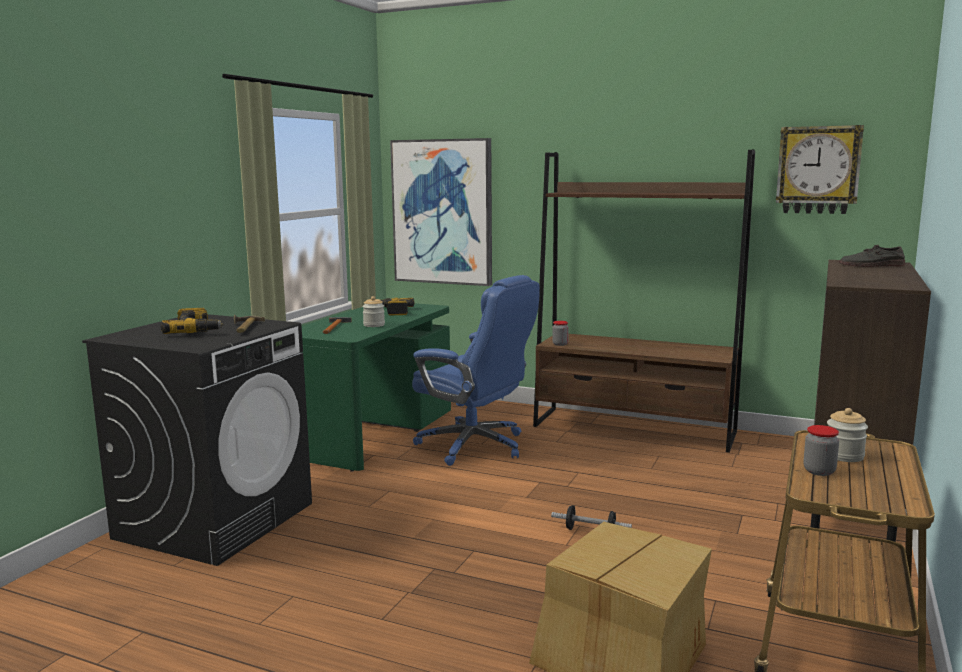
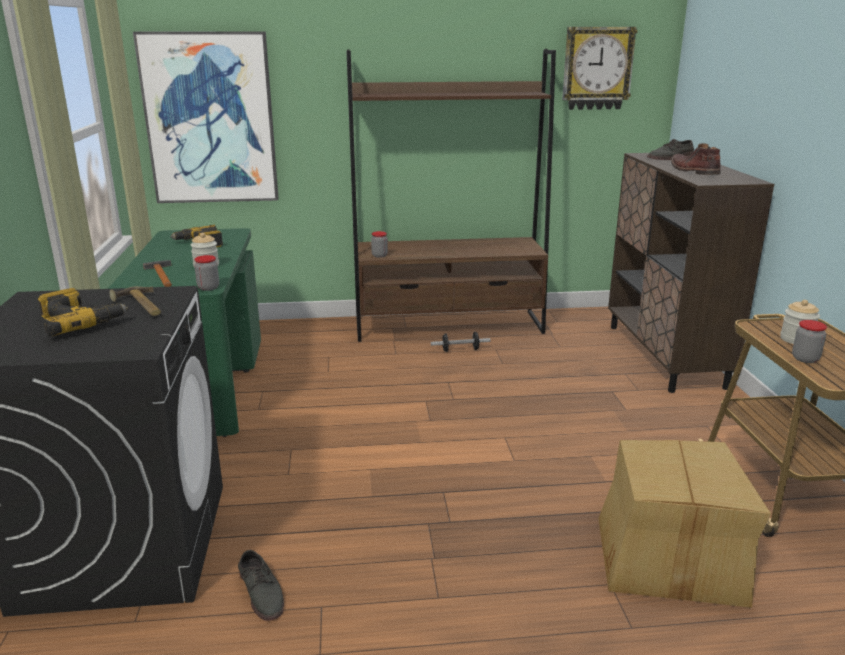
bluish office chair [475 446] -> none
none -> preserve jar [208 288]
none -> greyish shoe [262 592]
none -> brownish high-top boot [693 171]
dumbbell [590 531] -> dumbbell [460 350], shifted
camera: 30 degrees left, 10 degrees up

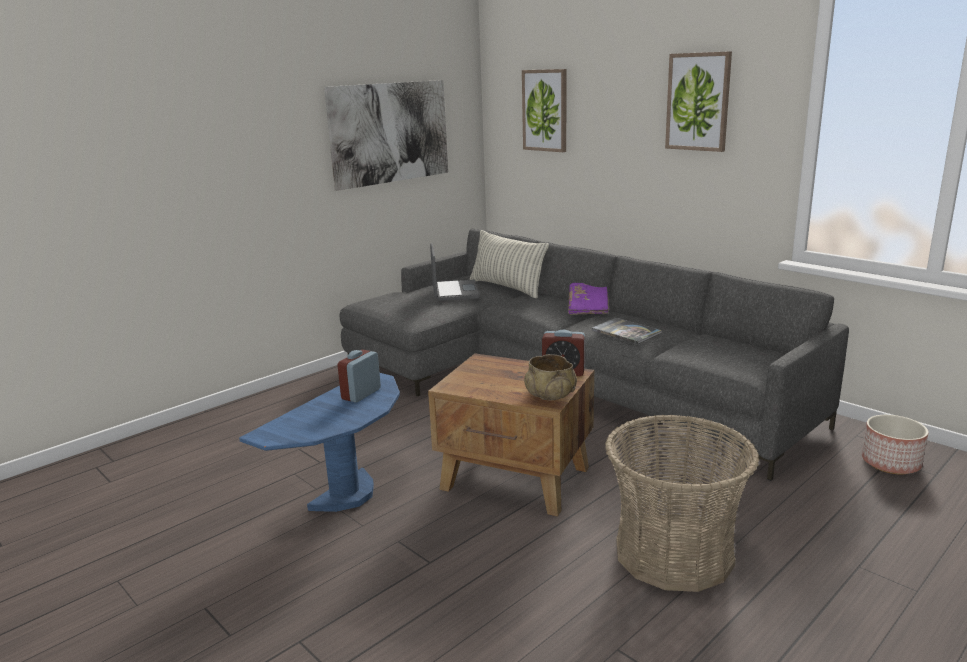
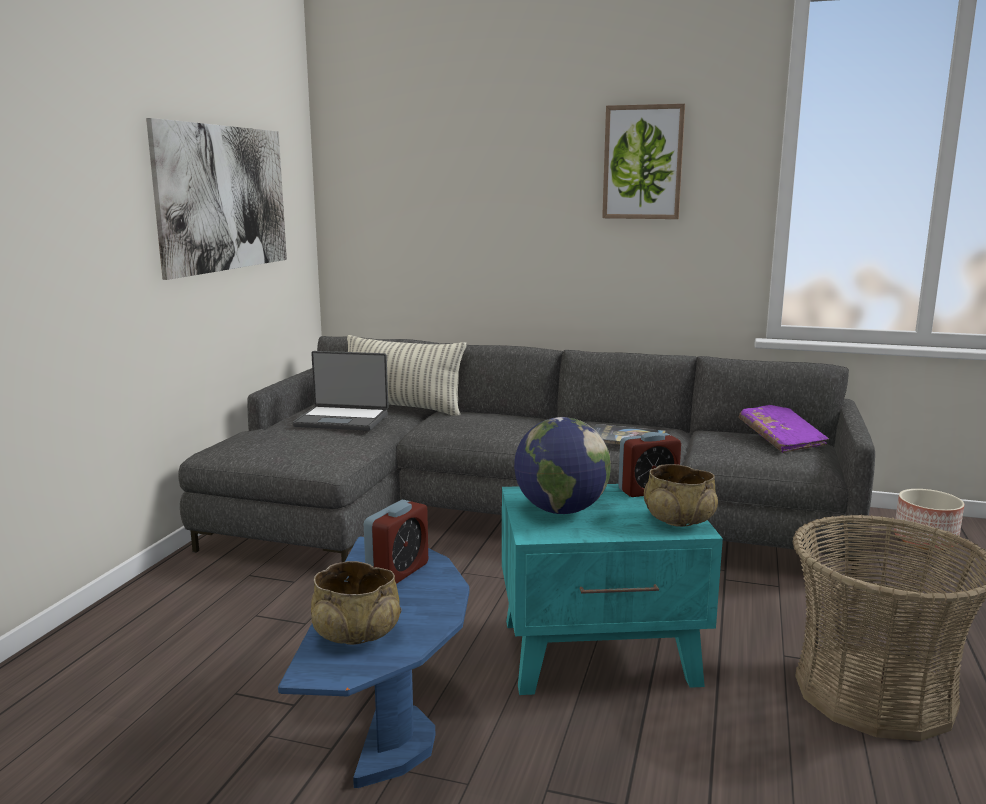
picture [545 110] -> none
none -> beige deep dish [355 633]
none -> world globe [561 510]
purple volume [588 307] -> purple volume [781 440], shifted
brownish side table [516 479] -> blue-green side table [601 652]
alarm clock [361 394] -> alarm clock [397 572], 150 degrees counterclockwise
laptop [454 292] -> laptop [342 420], 135 degrees clockwise
camera: 30 degrees left, 5 degrees down

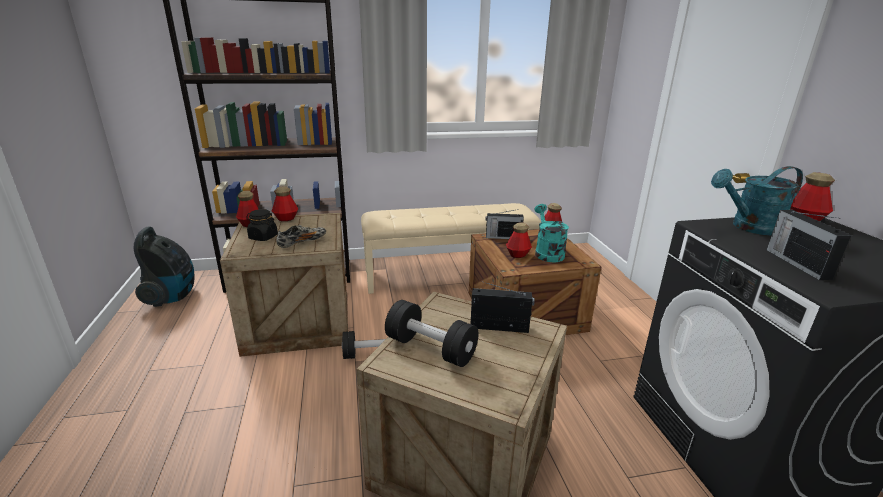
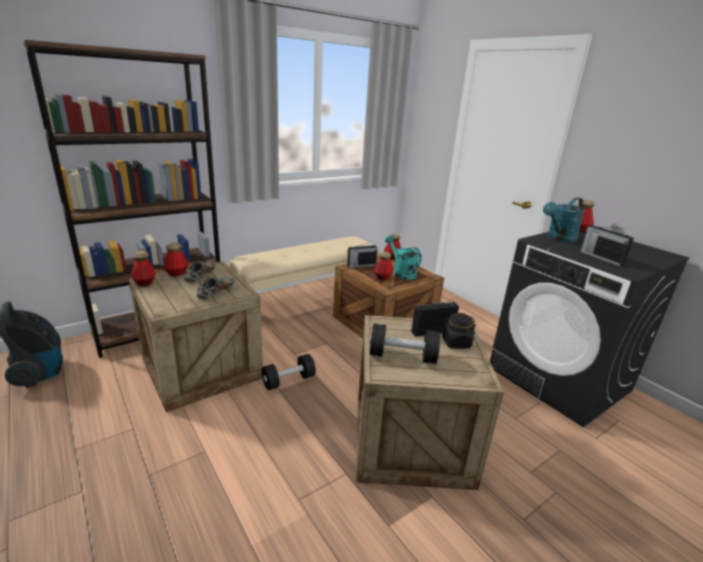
none -> shoe [200 276]
black-coloured preserve jar [263 237] -> black-coloured preserve jar [456 343], shifted
camera: 25 degrees left, 0 degrees up

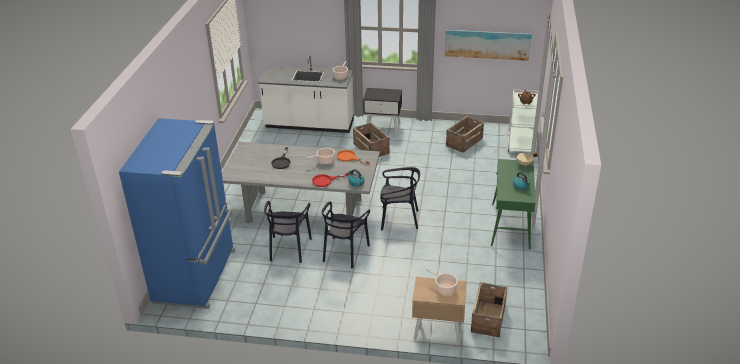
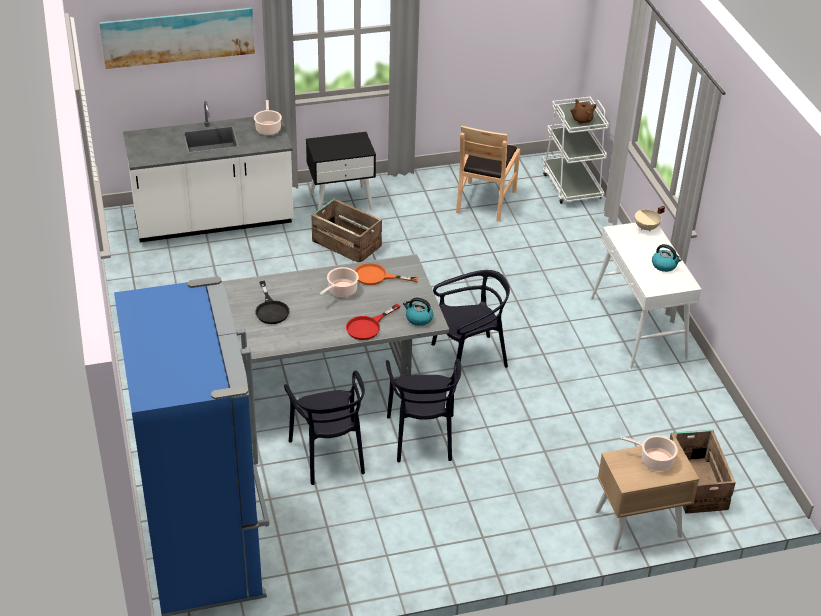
picture [487 44] -> picture [178 36], shifted
crate [463 142] -> brownish chair [485 201]
greenish hall table [510 226] -> whitish hall table [638 328]
camera: 25 degrees left, 5 degrees up

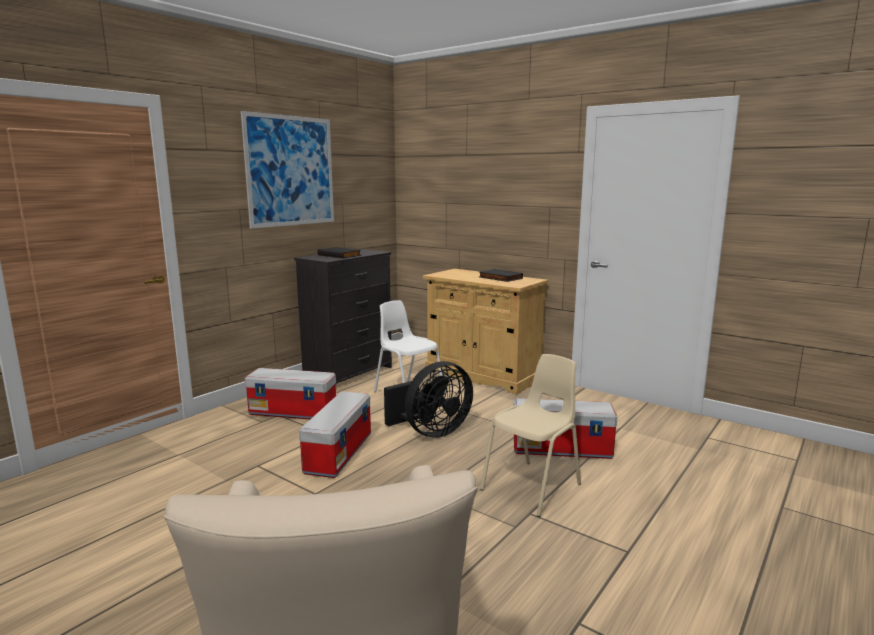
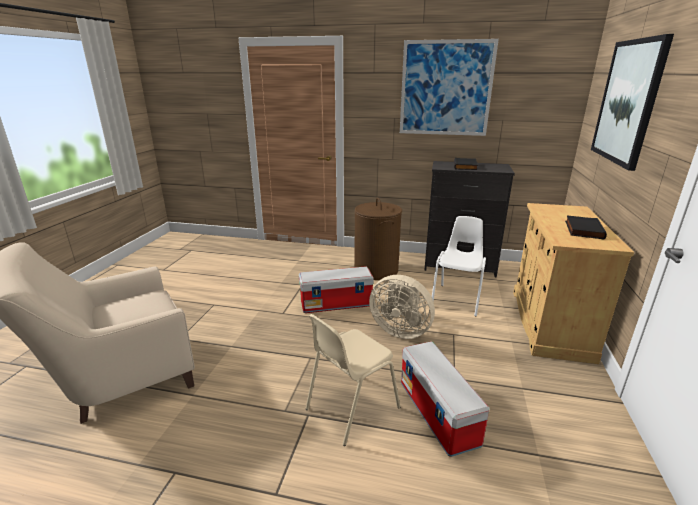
none -> picture [627 102]
storage bin [294 412] -> brownish laundry basket [376 270]
black-coloured electric fan [431 432] -> beige electric fan [400 330]
beige chair [533 487] -> beige chair [351 408], 120 degrees clockwise
camera: 65 degrees right, 10 degrees up

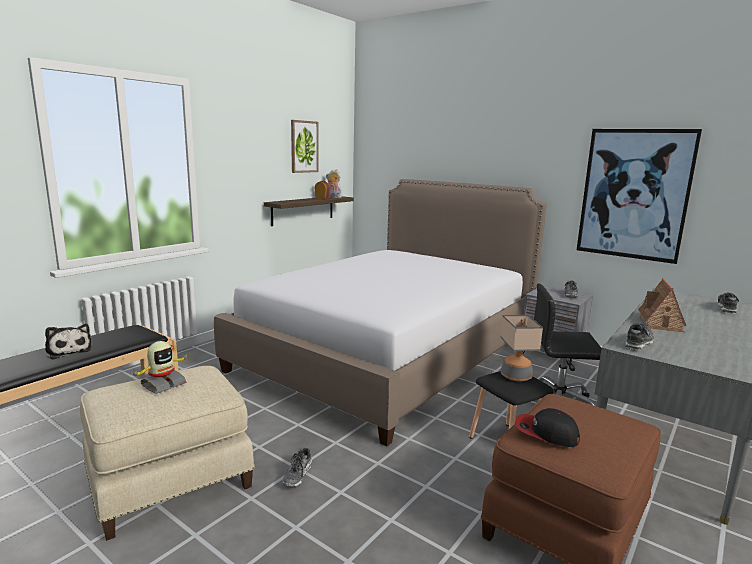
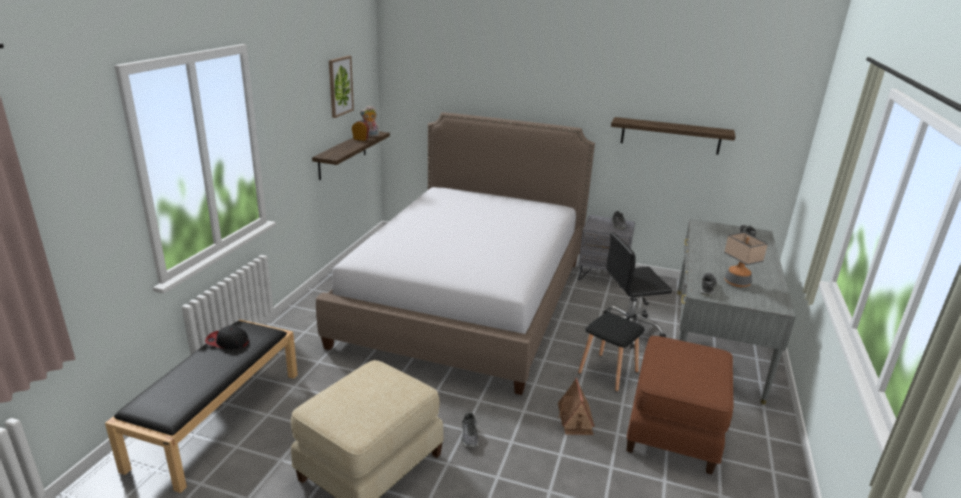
cuddly toy [68 351] -> none
robot figure [163 384] -> none
tabletop lamp [516 376] -> tabletop lamp [737 283], shifted
cap [546 432] -> cap [227 341], shifted
model house [661 322] -> model house [575 420], shifted
picture [634 194] -> bracket shelf [670 136]
camera: 20 degrees left, 10 degrees up

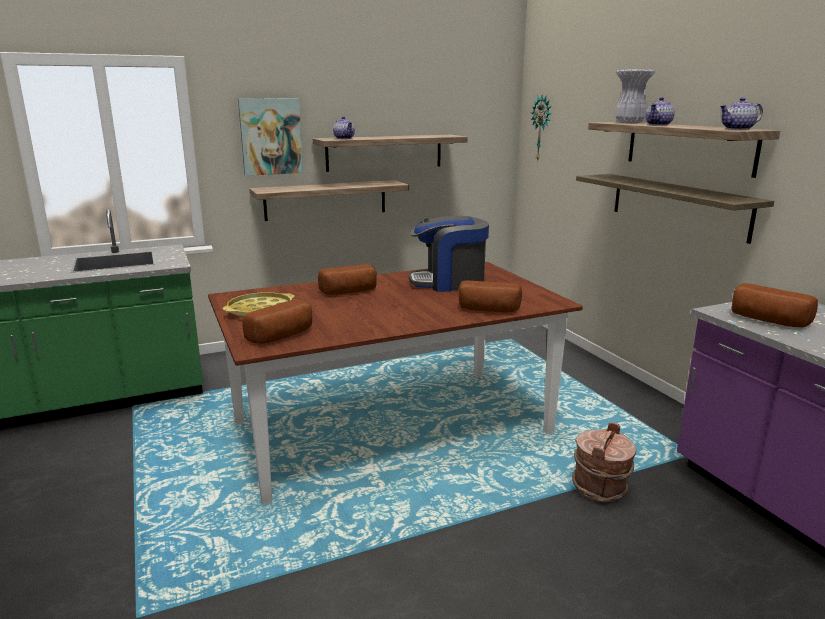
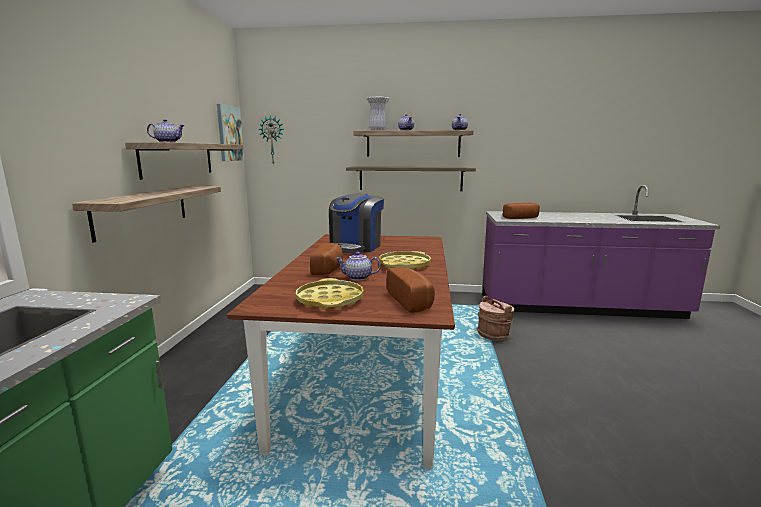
baked bread [488 310] -> none
none -> teapot [357 278]
none -> yellow-coloured tray [404 265]
picture [271 136] -> picture [229 133], shifted
camera: 60 degrees left, 5 degrees down

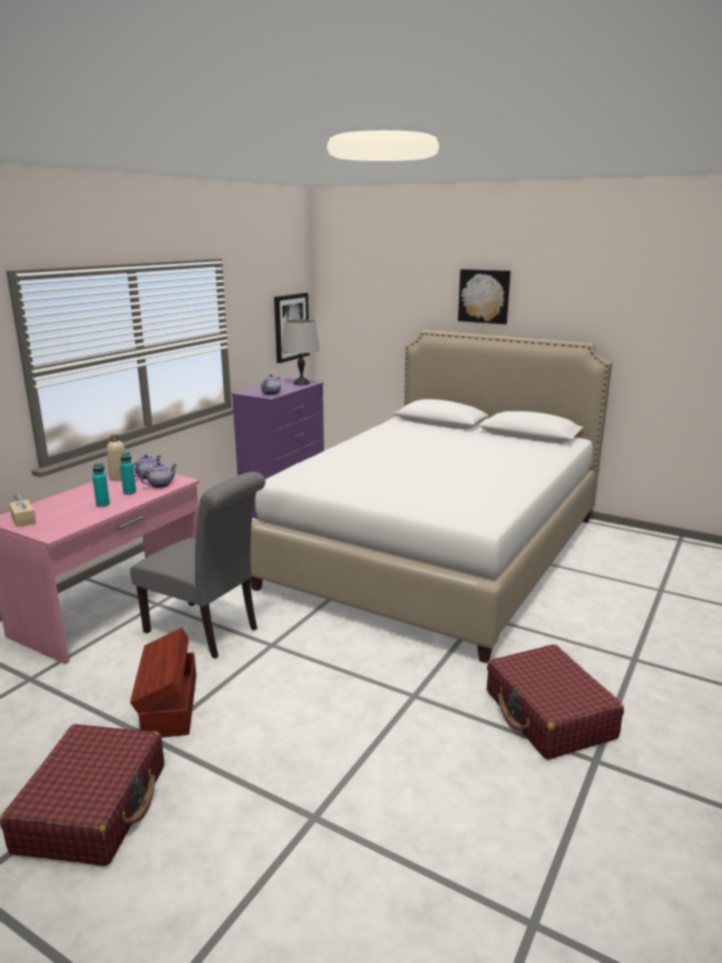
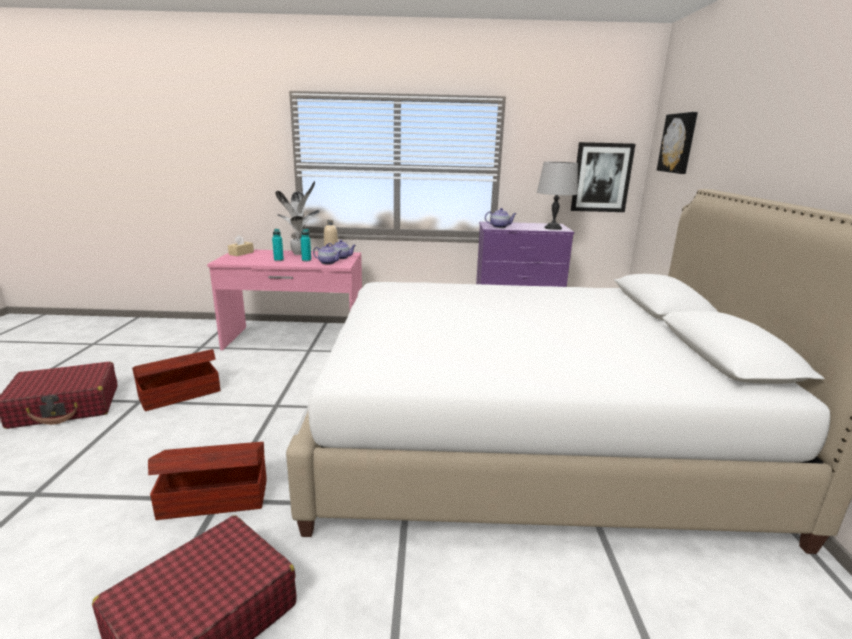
greyish chair [207 631] -> none
none -> brownish storage bin [213 497]
none -> plant in a pot [300 254]
picture [484 296] -> picture [678 143], shifted
camera: 60 degrees right, 0 degrees up

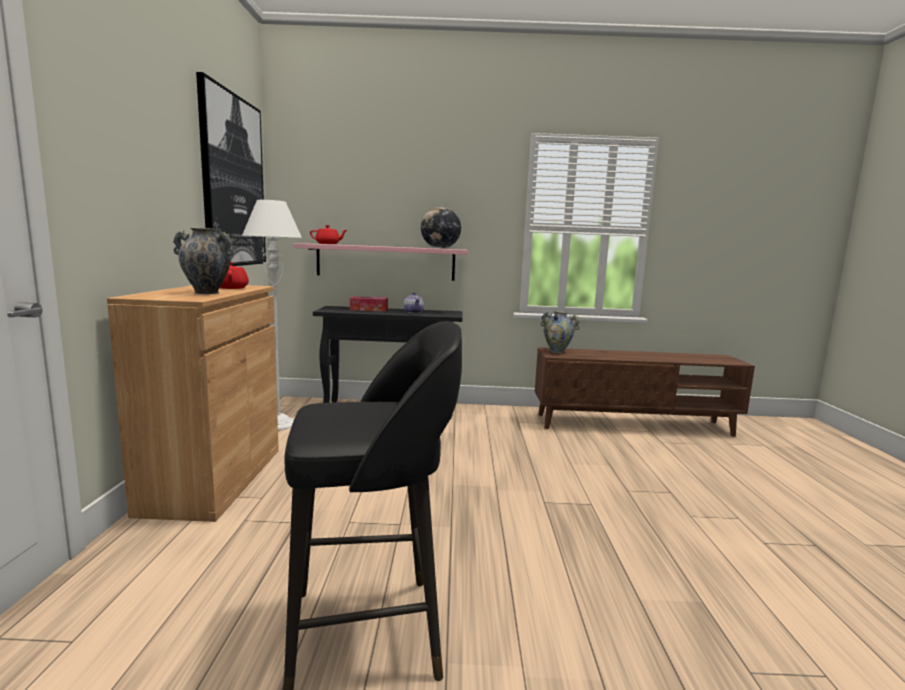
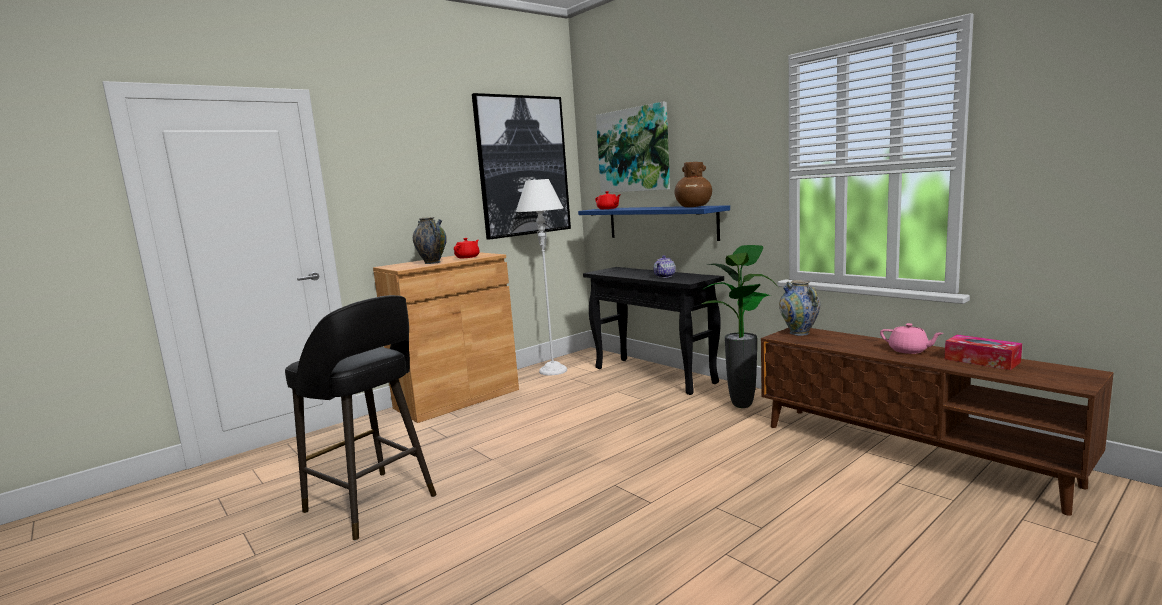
none -> picture [633 150]
none -> plant in a pot [743 406]
none -> pink teapot [909 350]
box of tissues [369 309] -> box of tissues [981 360], shifted
world globe [440 248] -> brownish decorative vase [693 207]
pink bracket shelf [385 262] -> bluish bracket shelf [660 223]
camera: 50 degrees right, 0 degrees up

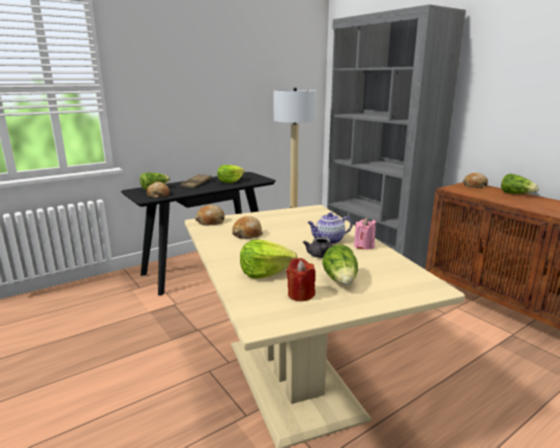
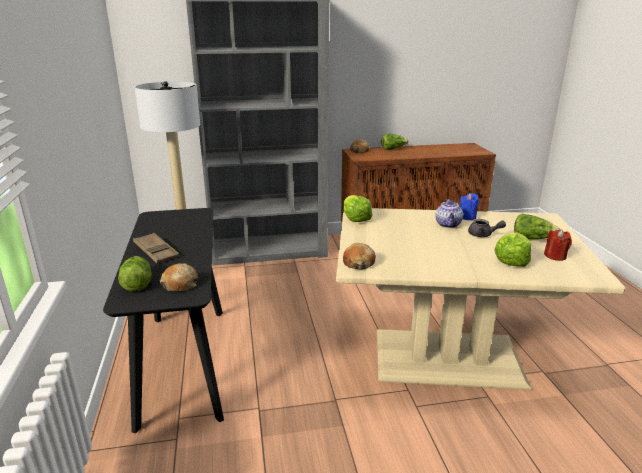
baked bread [248 234] -> none
lettuce [230 181] -> lettuce [355 218], shifted
pink wax light [364 246] -> bluish wax light [467 217]
camera: 65 degrees left, 5 degrees up

